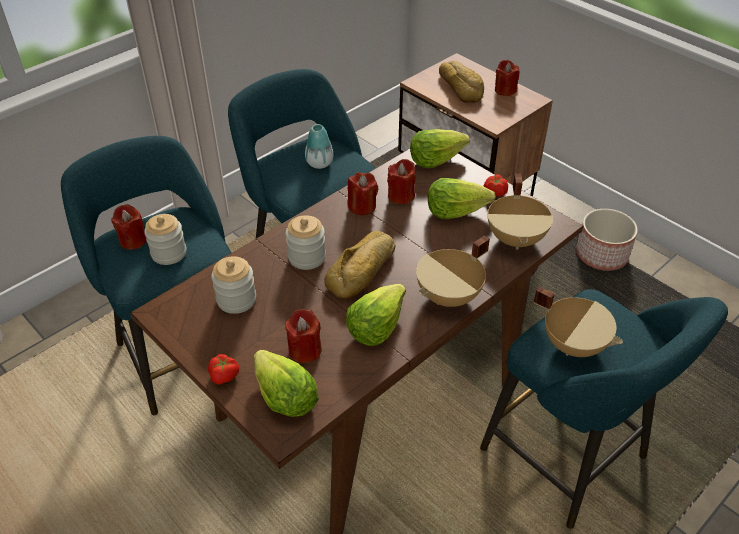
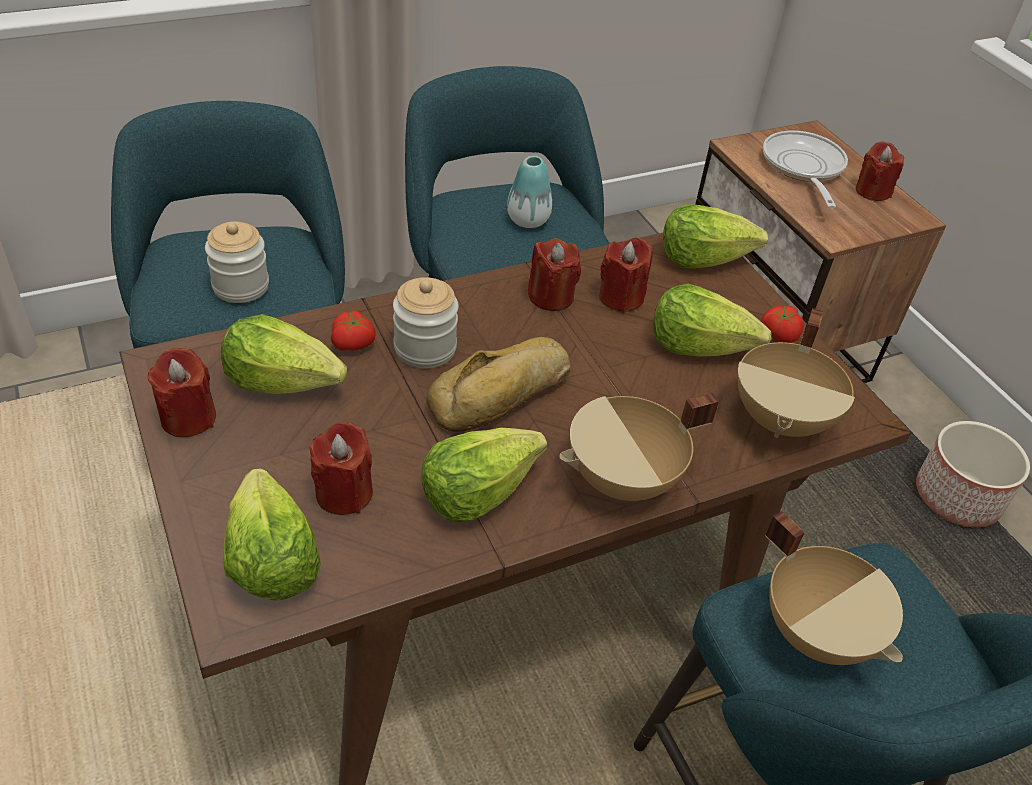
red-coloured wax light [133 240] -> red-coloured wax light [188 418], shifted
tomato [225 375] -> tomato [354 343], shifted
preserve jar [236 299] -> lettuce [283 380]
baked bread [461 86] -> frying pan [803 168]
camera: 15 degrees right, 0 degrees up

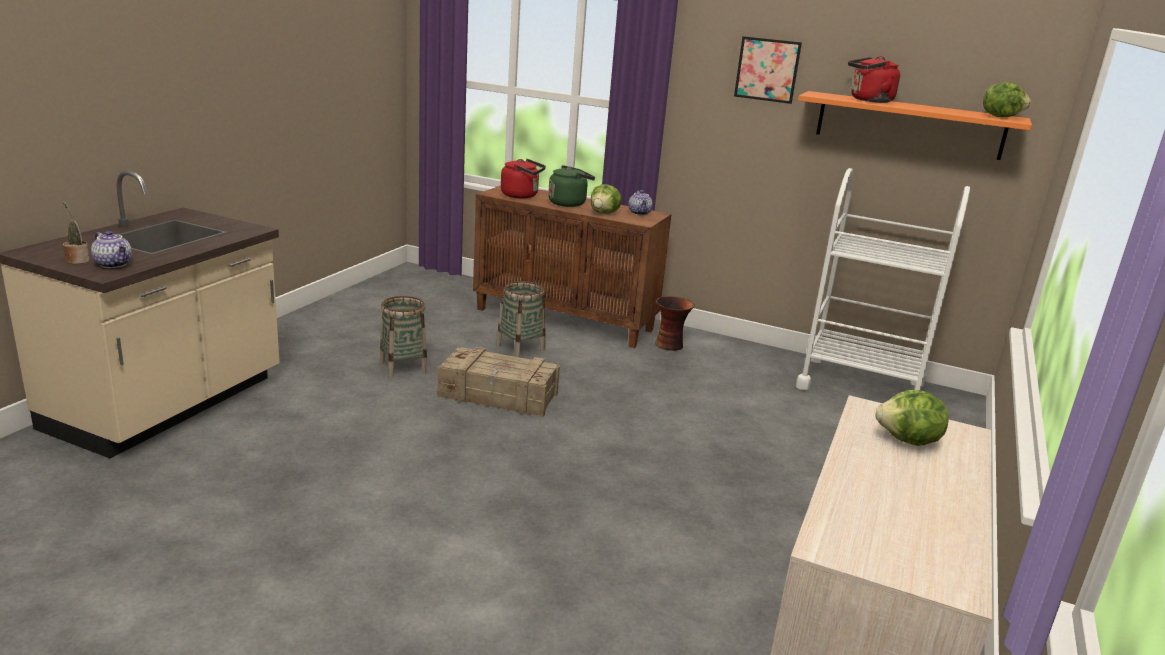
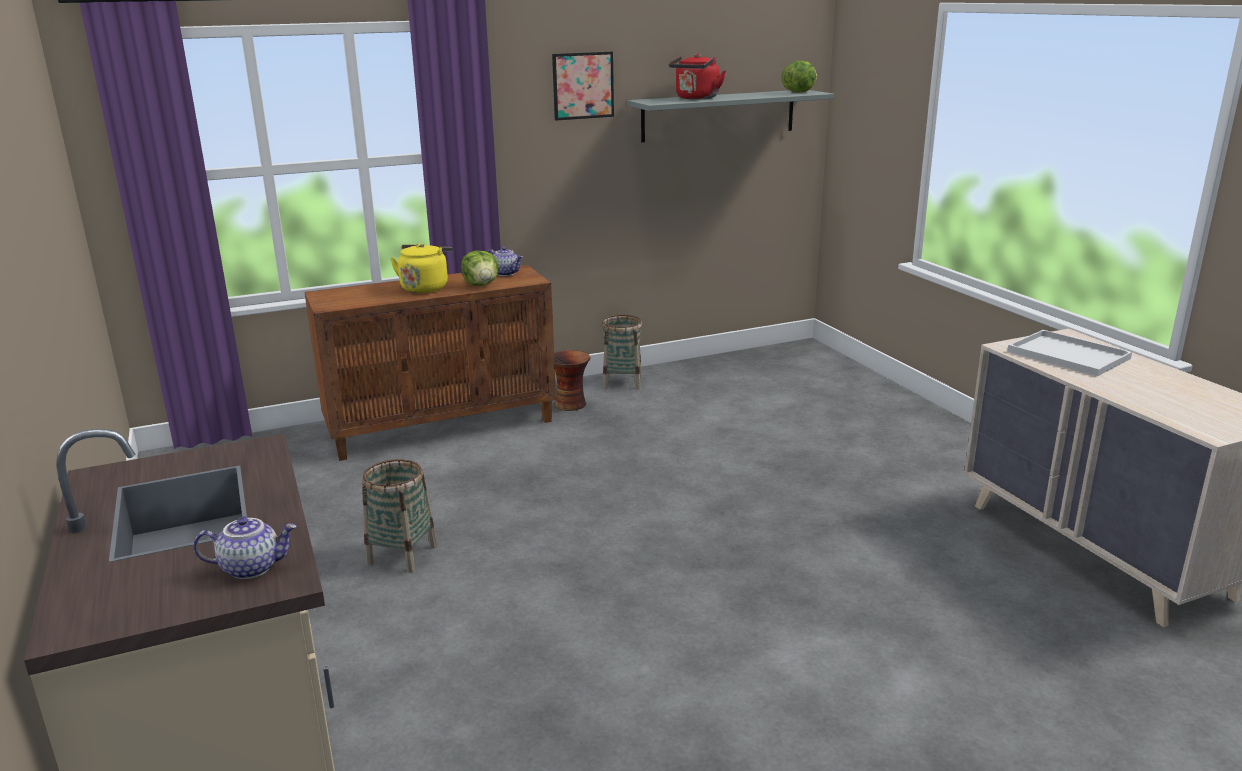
plant in a pot [77 260] -> none
crate [498 396] -> none
red-coloured kettle [522 196] -> none
whitish trolley [860 385] -> none
basket [520 347] -> basket [622 382], shifted
lettuce [908 441] -> whitish tray [1070 355]
greenish kettle [569 203] -> yellow-coloured kettle [425 288]
orange bracket shelf [909 125] -> greyish bracket shelf [719 115]
camera: 45 degrees left, 0 degrees up

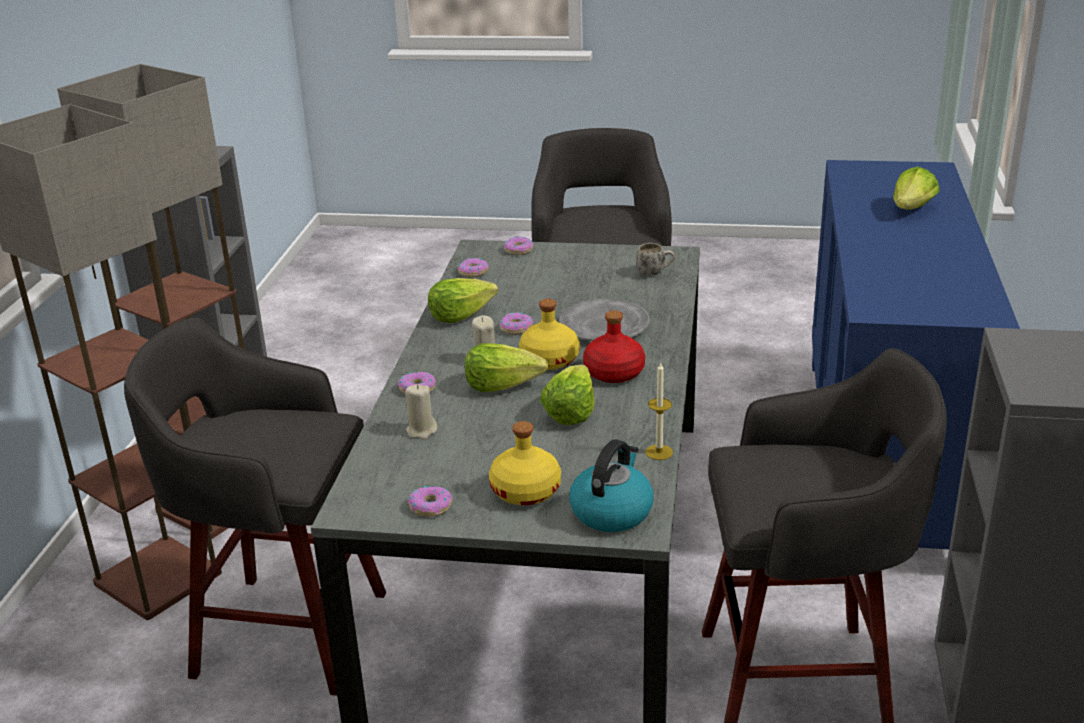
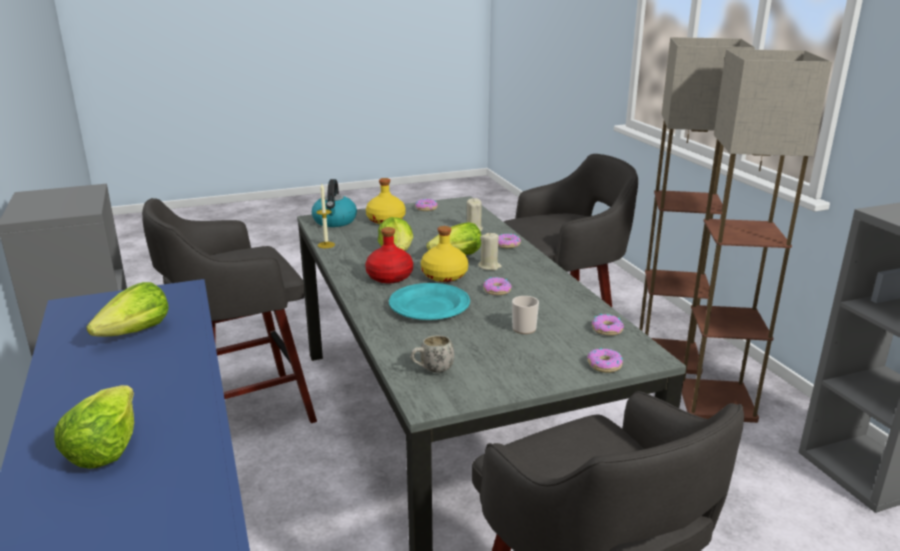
none -> mug [525 327]
lettuce [460 315] -> lettuce [136 333], shifted
greyish plate [605 326] -> blue-green plate [429 306]
camera: 150 degrees right, 5 degrees down

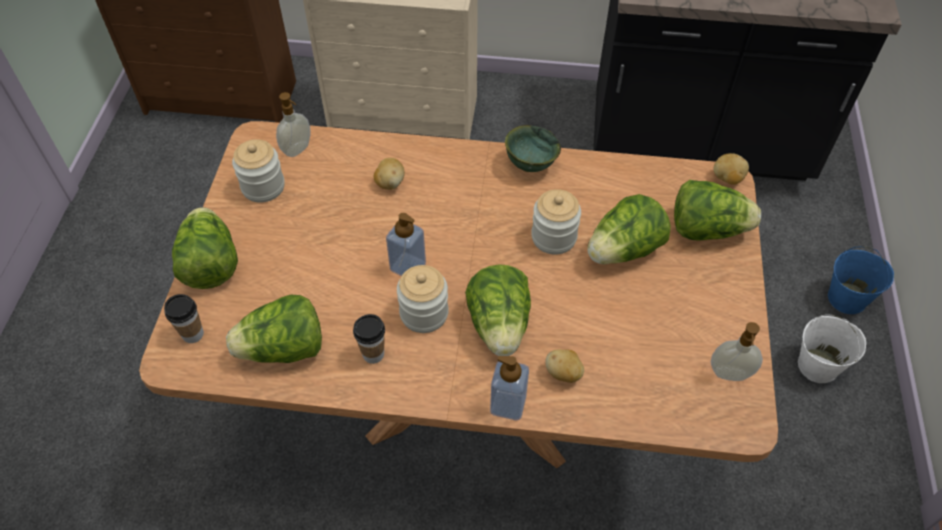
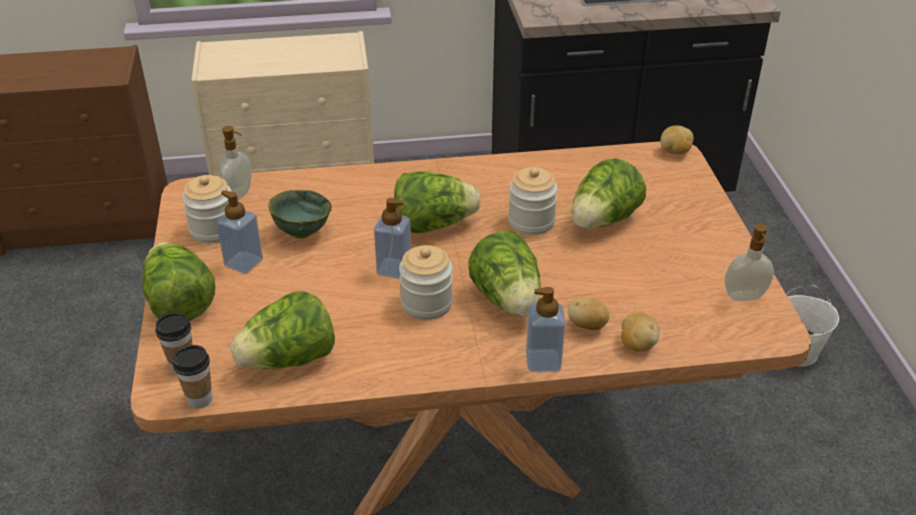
bluish water bucket [847 298] -> none
none -> soap bottle [243 263]
small cup [373 354] -> small cup [200 399], shifted
potato [390 183] -> potato [636 344], shifted
greenish deep dish [529 164] -> greenish deep dish [301 232], shifted
lettuce [707 229] -> lettuce [433 224], shifted
camera: 15 degrees left, 15 degrees down

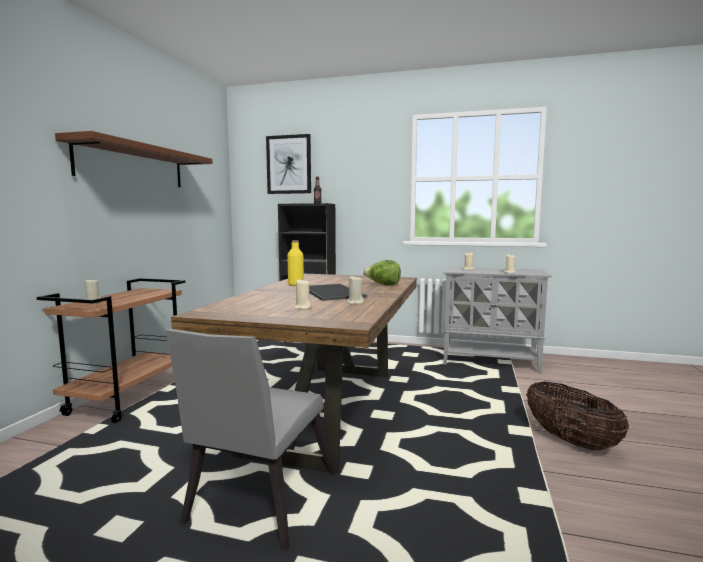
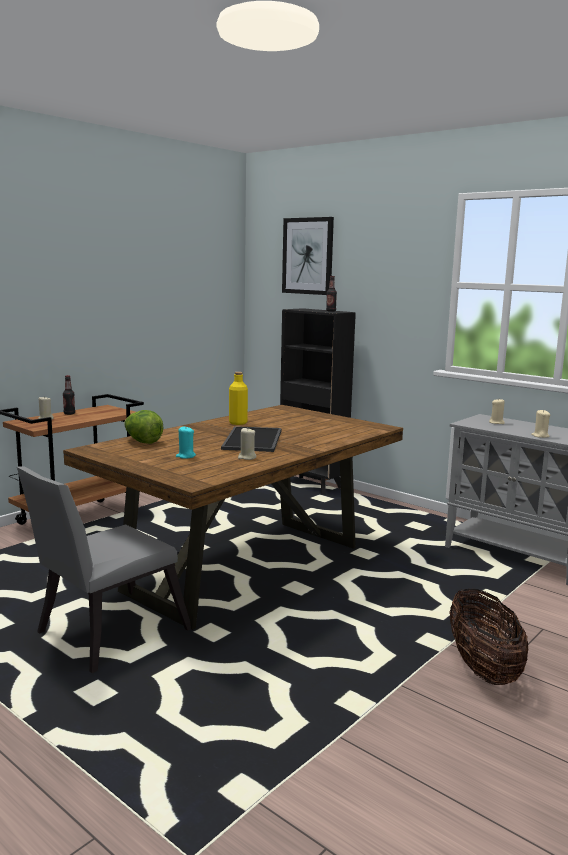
brownish bracket shelf [133 165] -> none
none -> bottle [69 413]
lettuce [383 285] -> lettuce [142 442], shifted
beige wax light [302 307] -> blue-green wax light [185 456]
camera: 25 degrees right, 5 degrees up

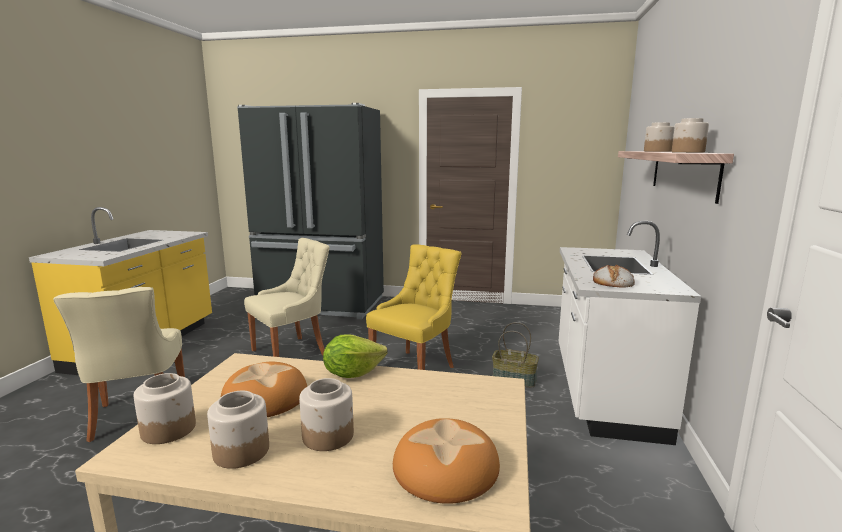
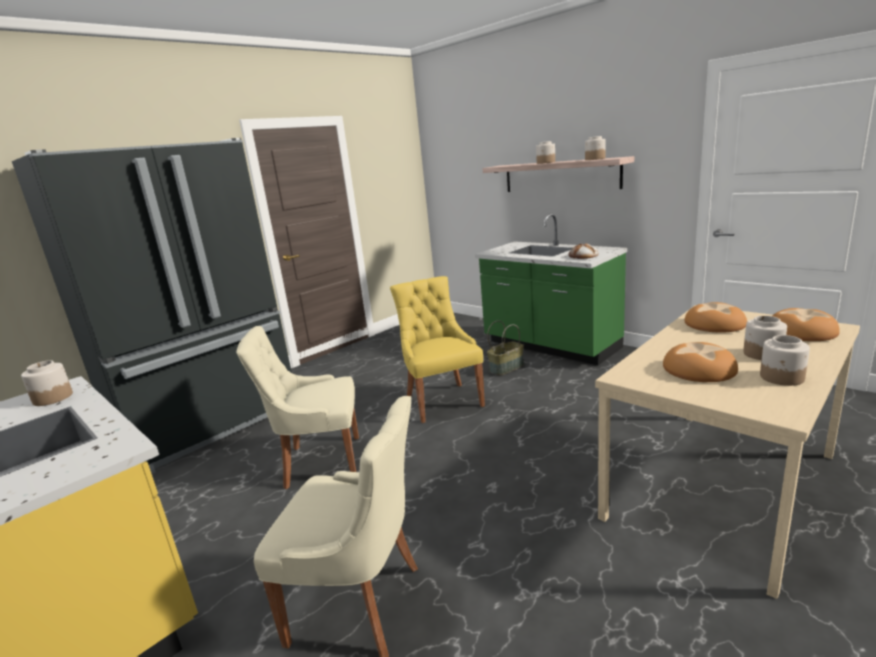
lettuce [352 373] -> none
none -> baked bread [715 324]
preserve jar [169 429] -> preserve jar [53 398], shifted
whitish kitchen counter [603 391] -> greenish kitchen counter [550 346]
beige chair [292 352] -> beige chair [319 462], 90 degrees counterclockwise
camera: 55 degrees left, 5 degrees up

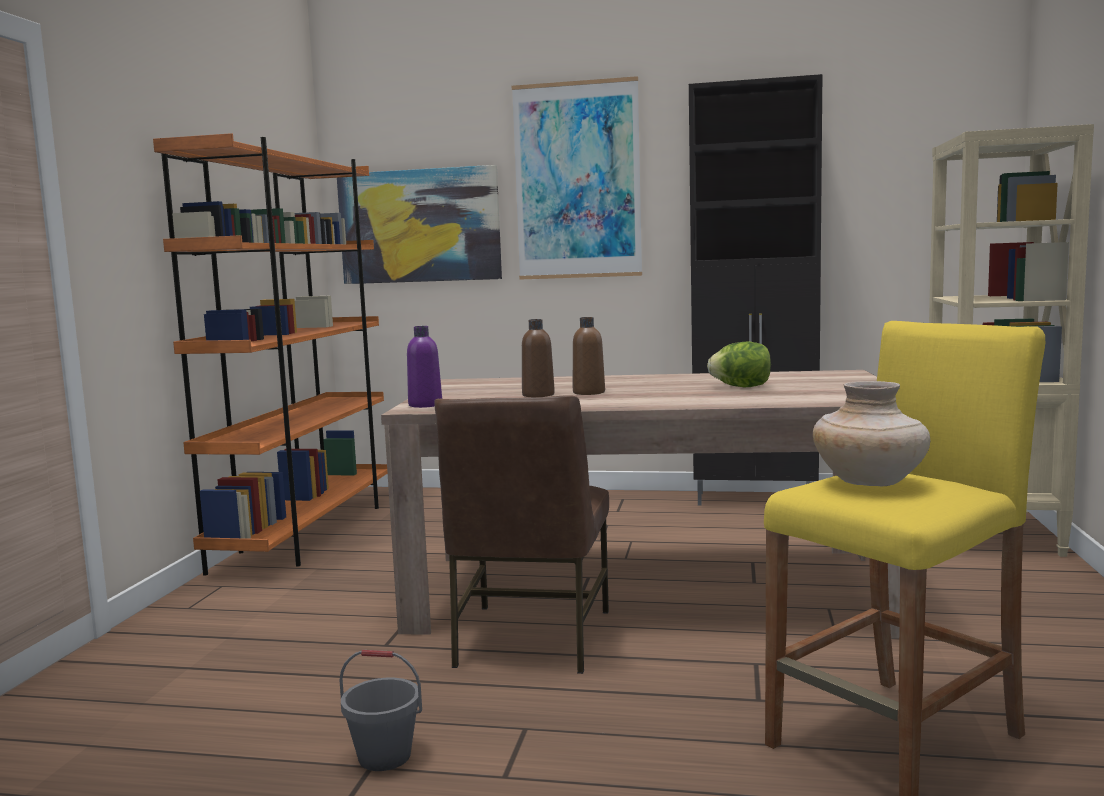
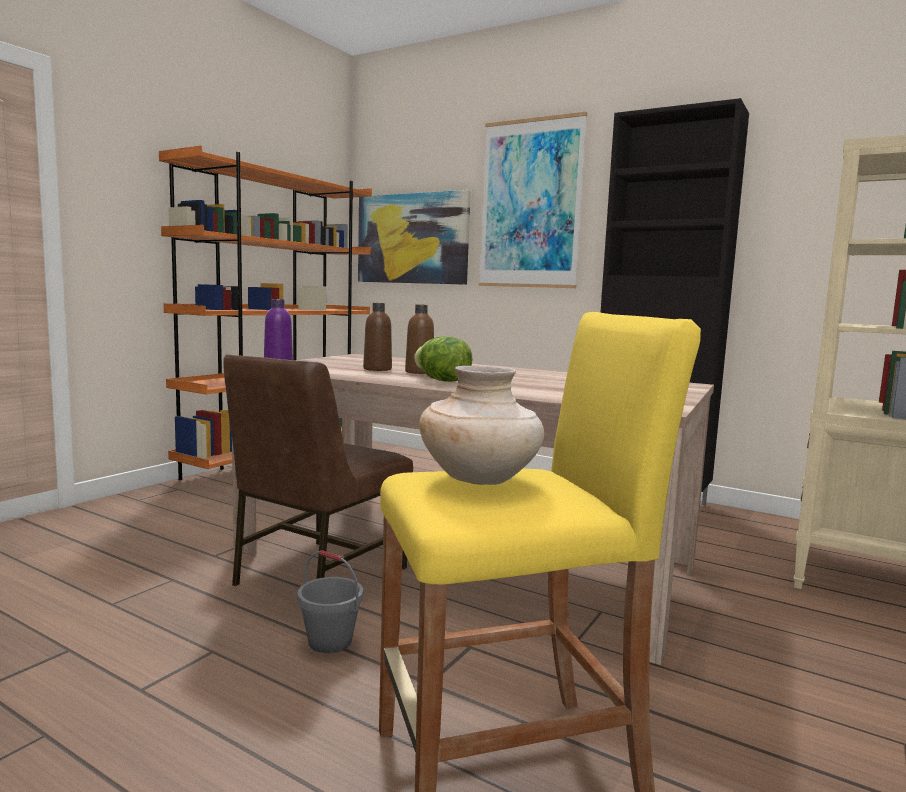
greyish water bucket [385 756] -> greyish water bucket [330 641], shifted
lettuce [741 387] -> lettuce [442 381], shifted
camera: 20 degrees right, 0 degrees up

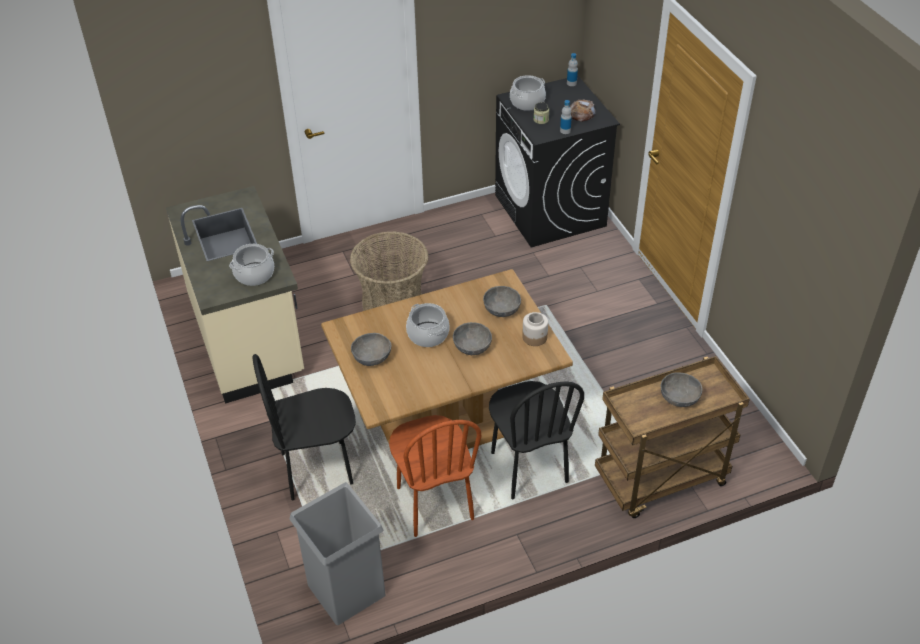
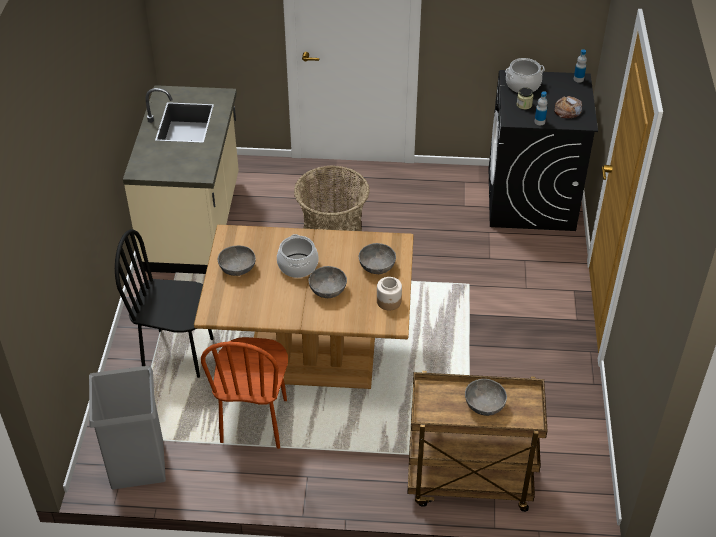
cooking pot [254 274] -> none
black-coloured chair [528 468] -> none
camera: 25 degrees right, 0 degrees up

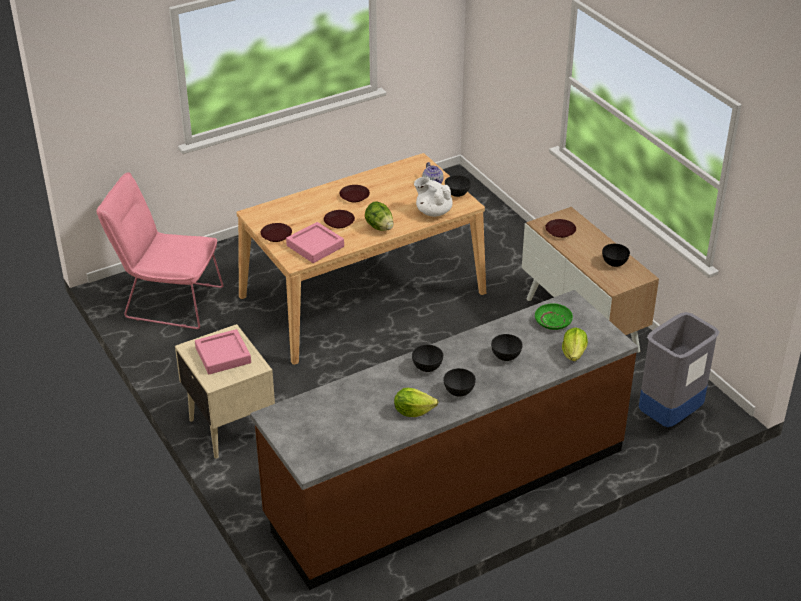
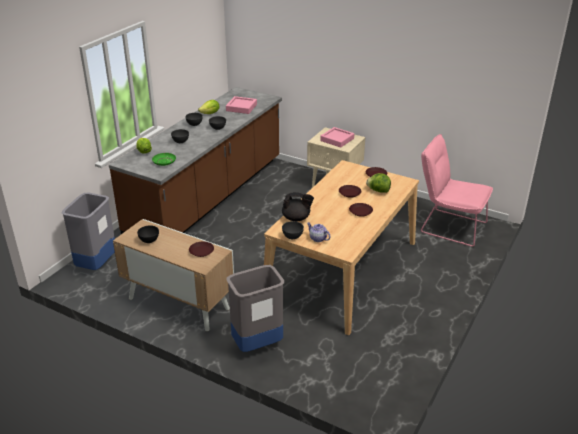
none -> greyish rubbish bin [257 344]
pink tray [315 246] -> pink tray [241 107], shifted
lettuce [379 227] -> lettuce [378 191], shifted
whitish teapot [433 212] -> black-coloured teapot [296 218]
pink chair [167 301] -> pink chair [449 226], 135 degrees counterclockwise
camera: 150 degrees right, 5 degrees down

